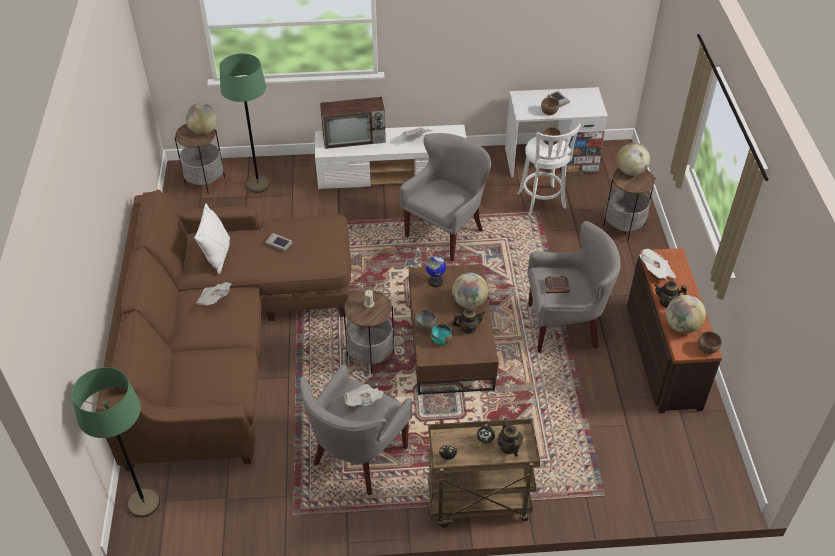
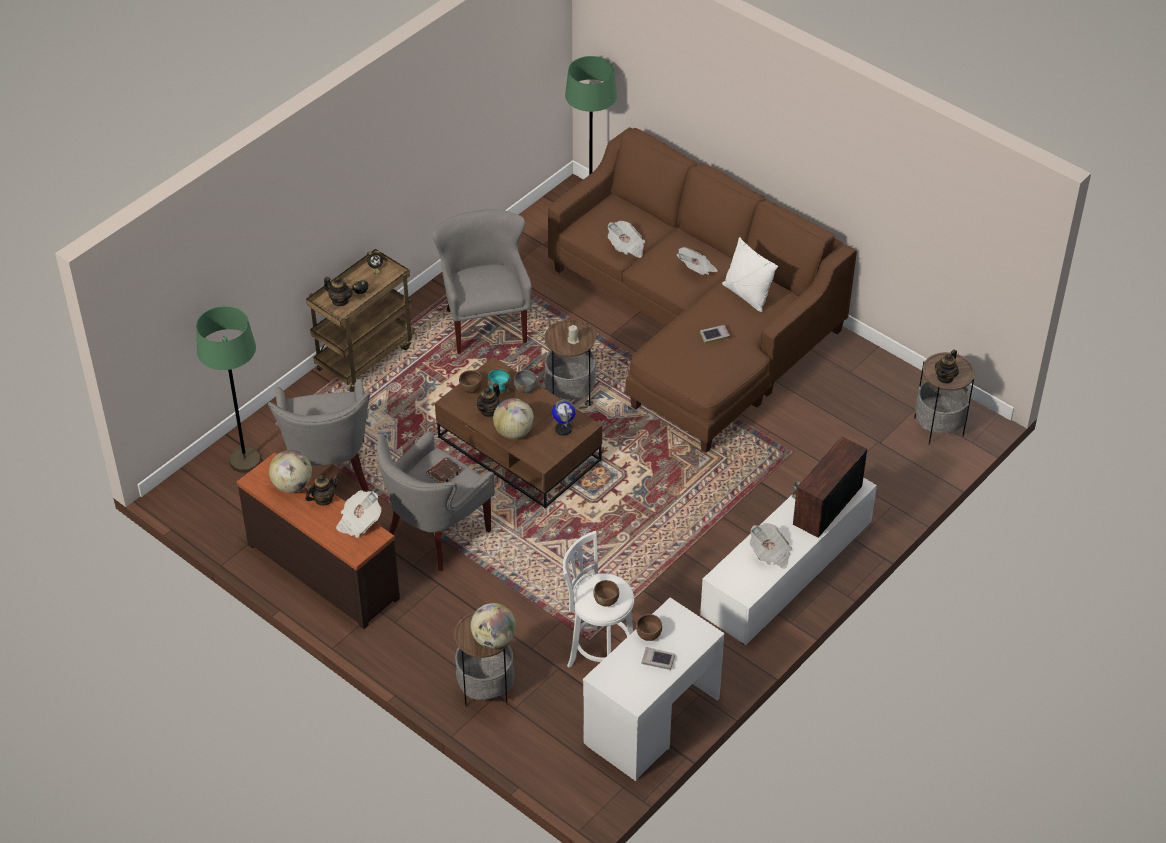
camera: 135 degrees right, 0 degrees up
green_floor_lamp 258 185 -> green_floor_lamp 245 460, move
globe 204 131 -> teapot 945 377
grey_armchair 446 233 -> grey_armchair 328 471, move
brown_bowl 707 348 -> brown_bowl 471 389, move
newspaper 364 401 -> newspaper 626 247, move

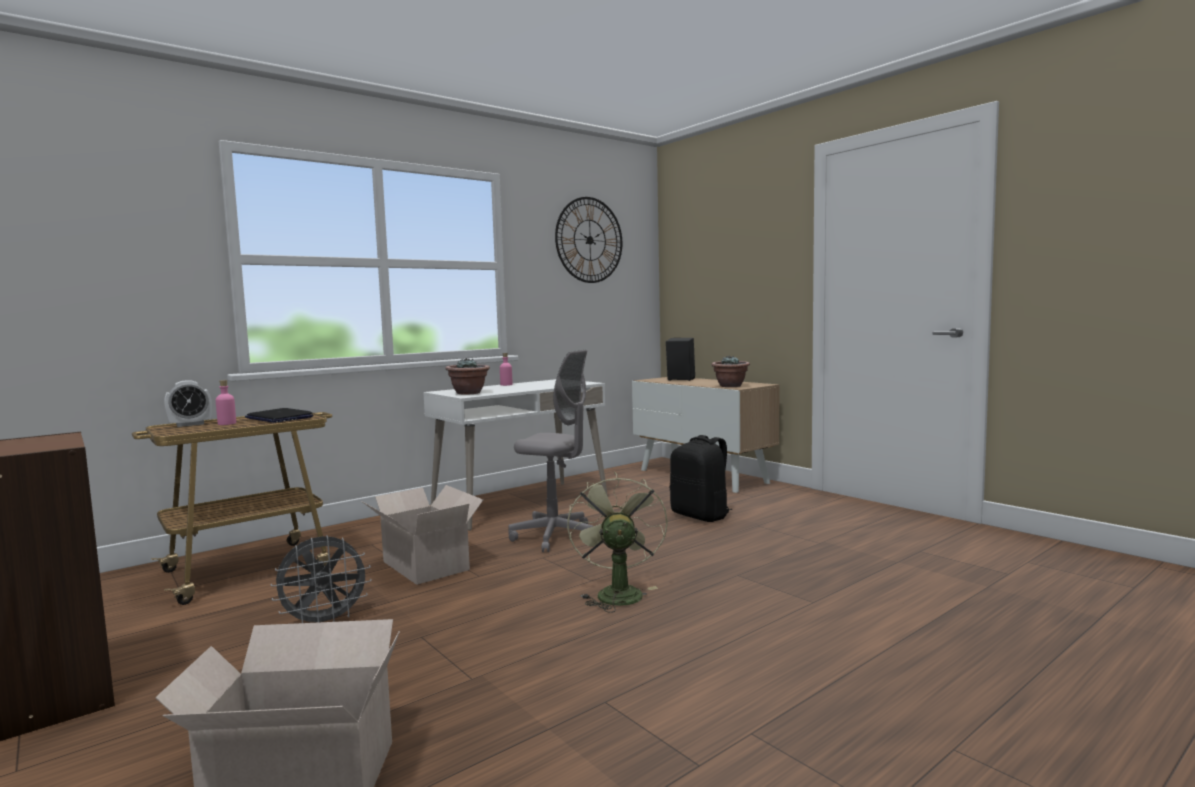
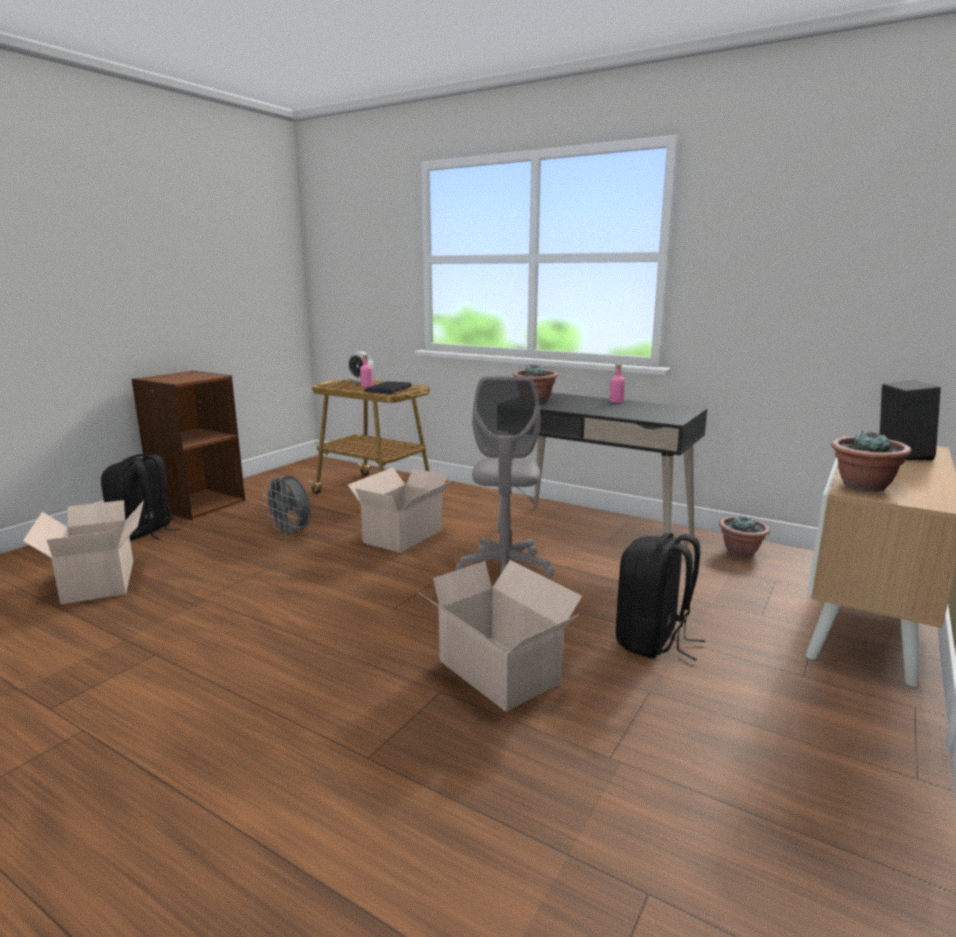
camera: 70 degrees right, 10 degrees up
wall_clock 589 240 -> none
white_desk 521 504 -> black_desk 594 534
green_fan 617 592 -> none
none -> black_backpack 144 533
none -> potted_plant 741 552
none -> cardboard_box 500 674

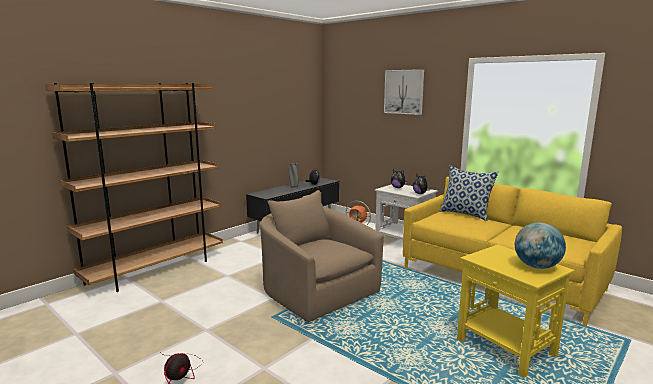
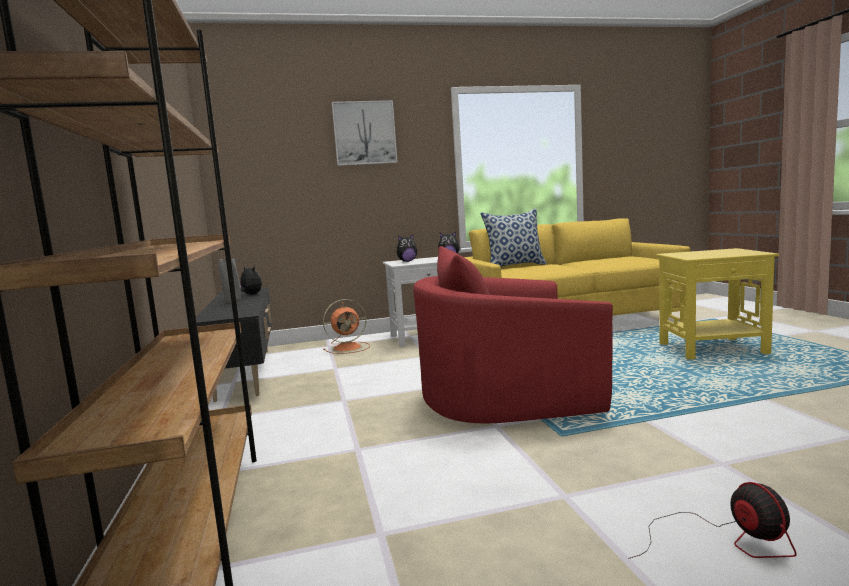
camera: 55 degrees left, 5 degrees down
beige_armchair 316 291 -> red_armchair 508 397
globe 536 266 -> none

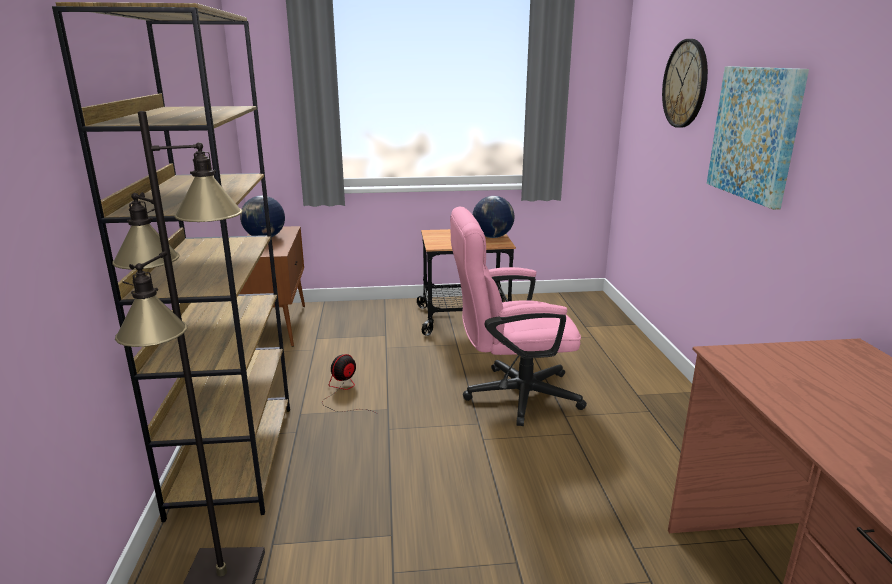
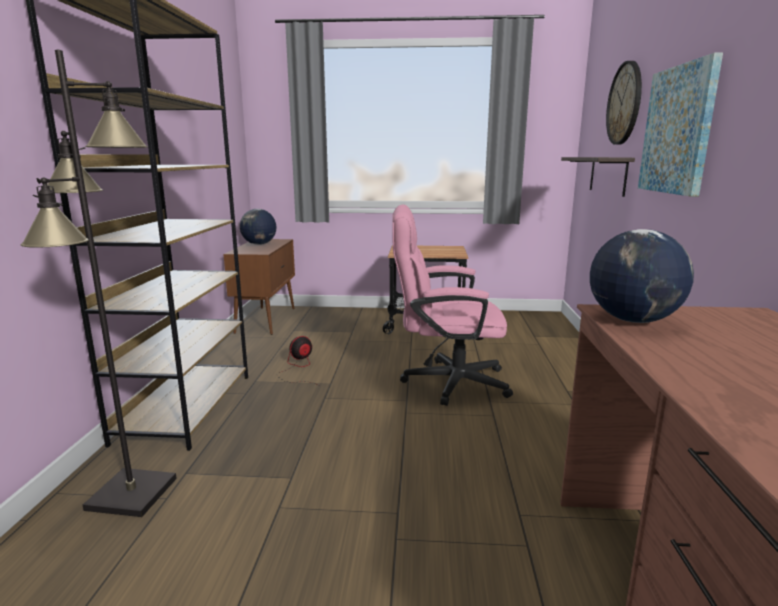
camera: 10 degrees right, 5 degrees down
globe 492 237 -> globe 632 320, move
none -> shelf 608 175

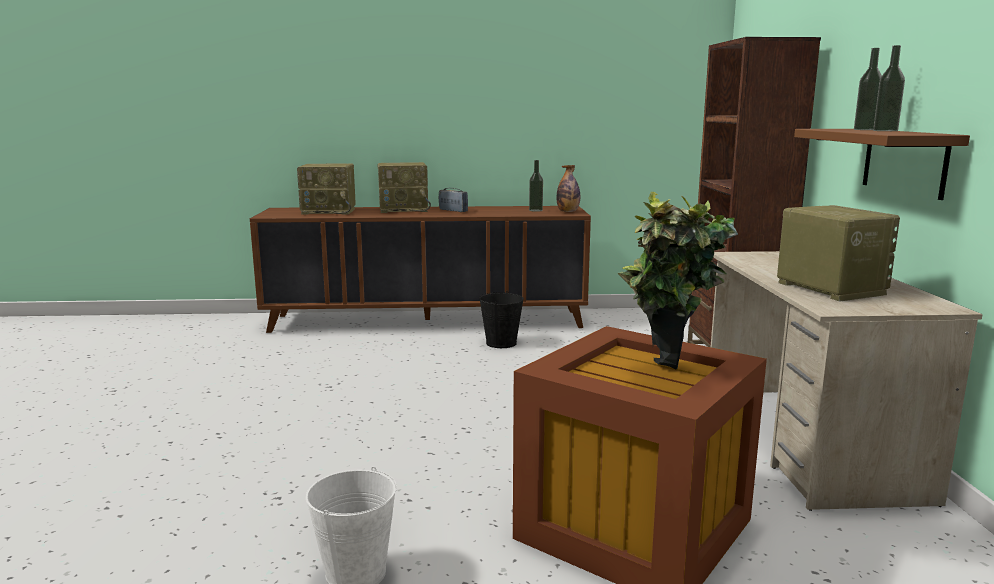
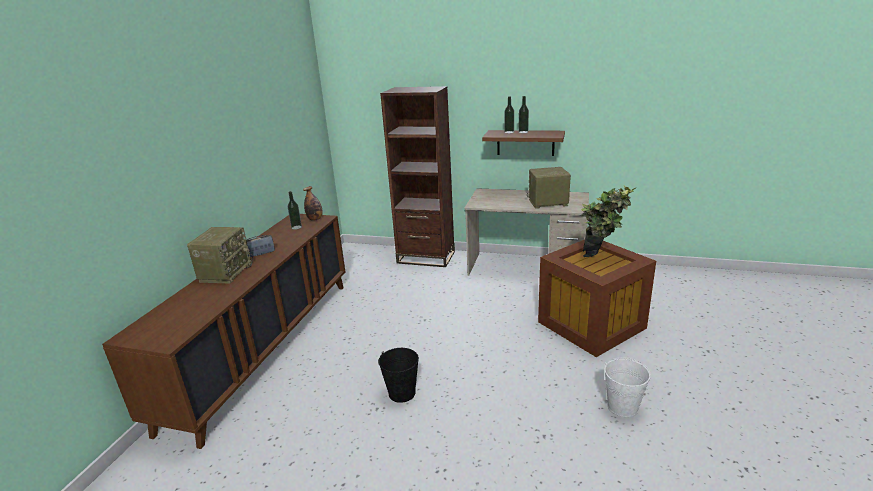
camera: 70 degrees left, 10 degrees up
radio 330 211 -> none
black_bucket 501 343 -> black_bucket 402 393, move

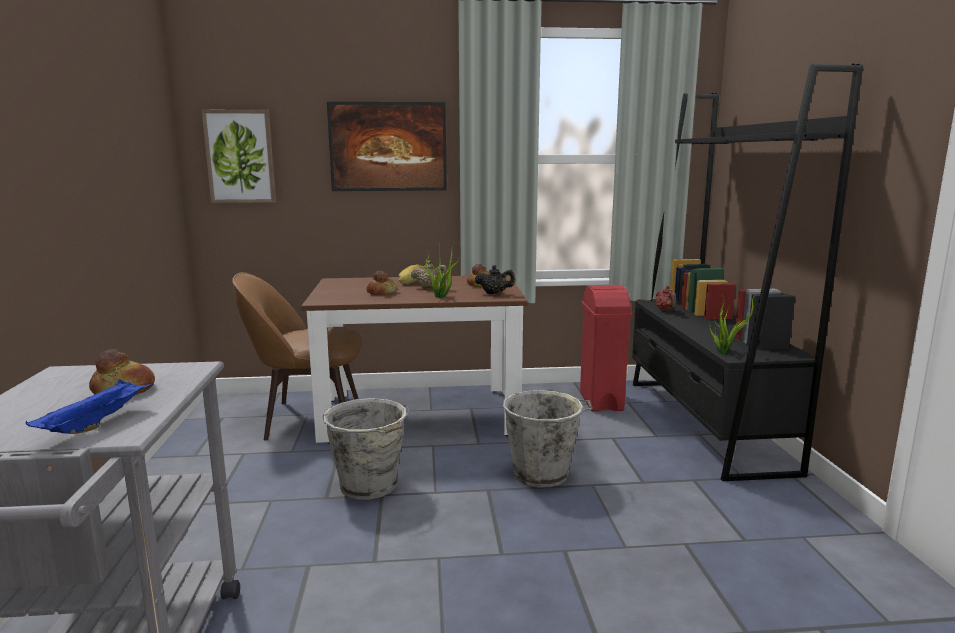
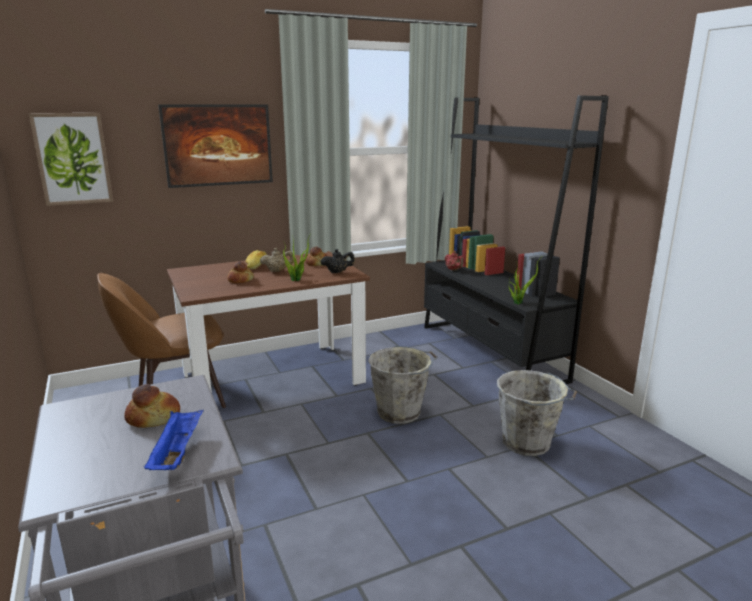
camera: 20 degrees left, 5 degrees up
red_trash_can 601 402 -> none
grey_bucket 370 486 -> grey_bucket 528 443, move

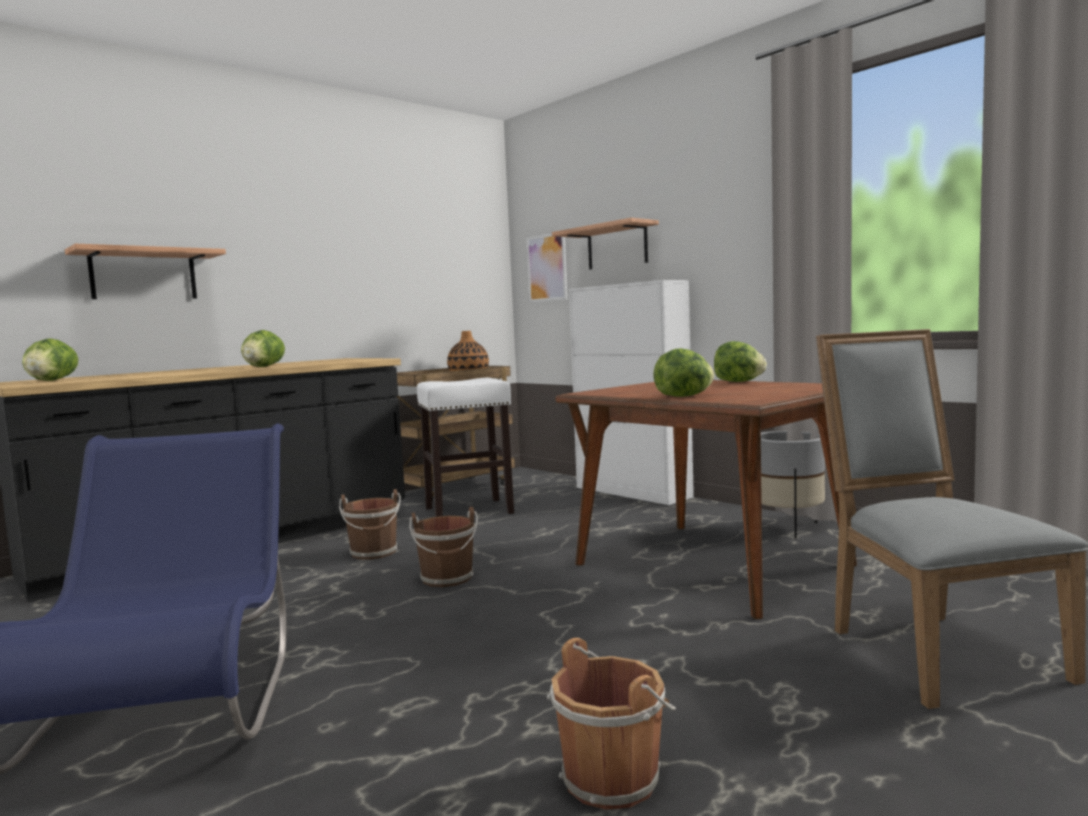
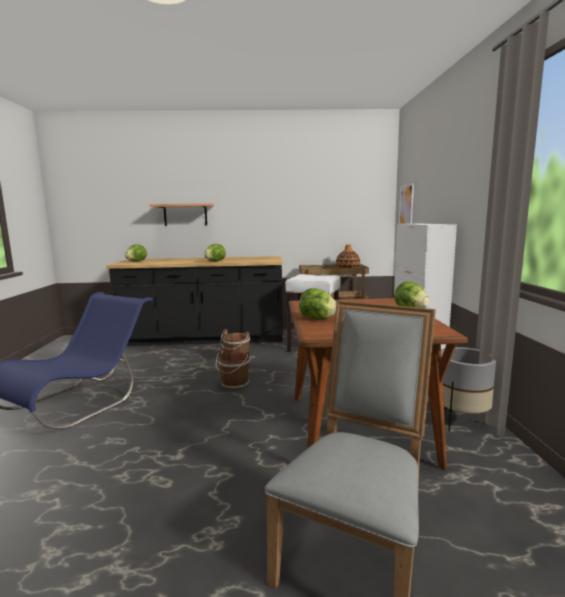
camera: 40 degrees right, 5 degrees up
shelf 617 246 -> none
brown_bucket 614 777 -> none

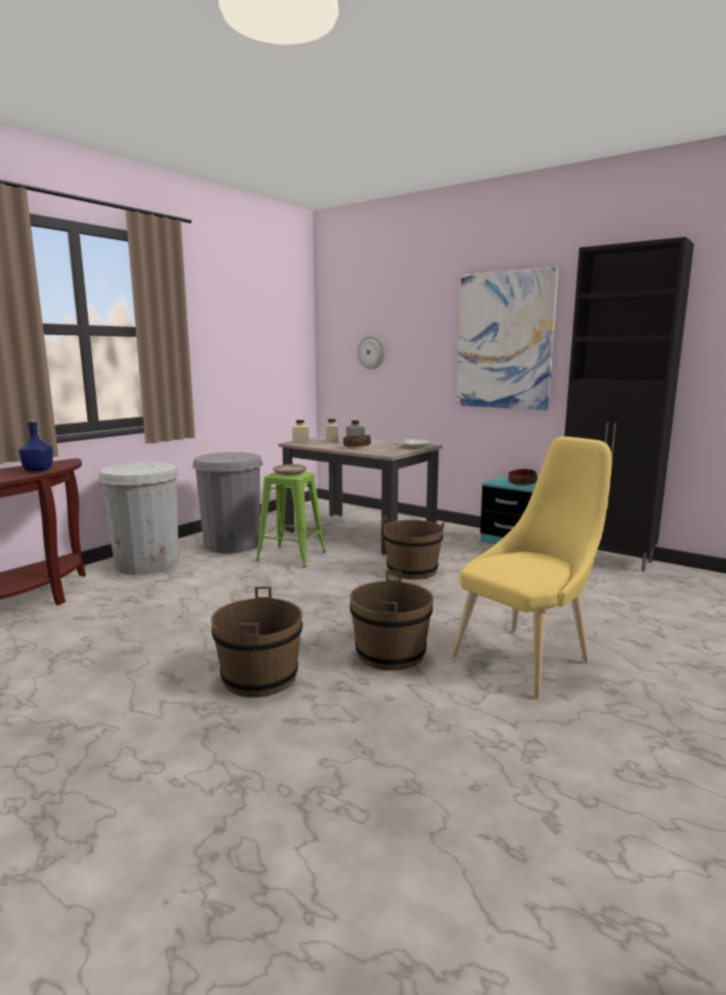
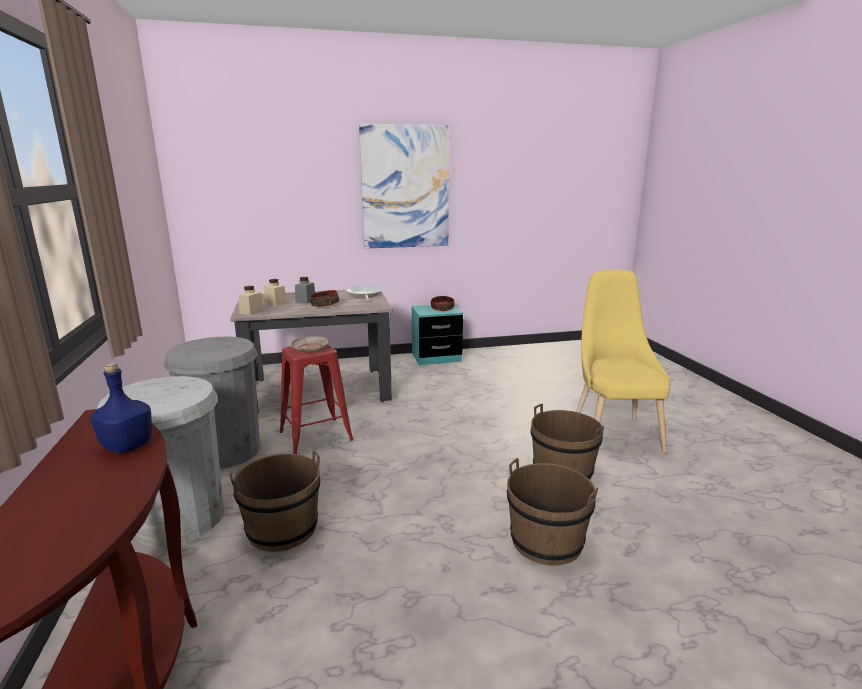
camera: 50 degrees left, 5 degrees up
black_cabinet 605 558 -> none
wall_clock 371 352 -> none
green_stool 292 556 -> red_stool 316 436
brown_bucket 412 570 -> brown_bucket 282 529, move

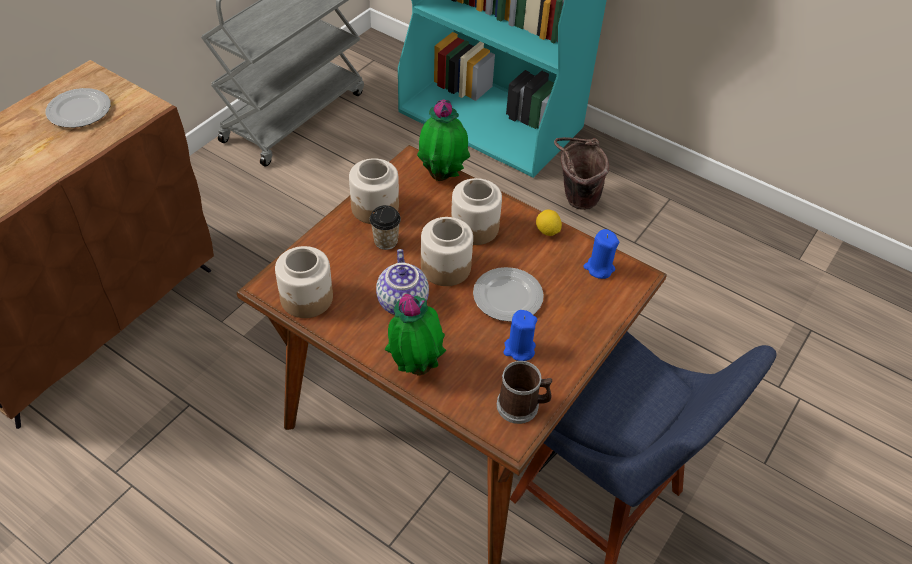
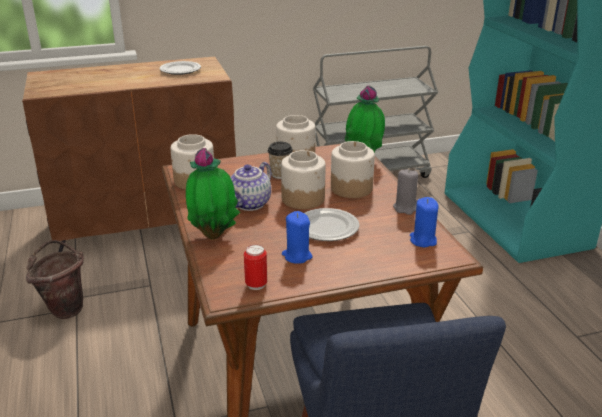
camera: 40 degrees right, 20 degrees down
brown_bucket 575 199 -> brown_bucket 65 308, move
lemon 547 231 -> grey_candle 405 208
mug 522 406 -> can 256 285

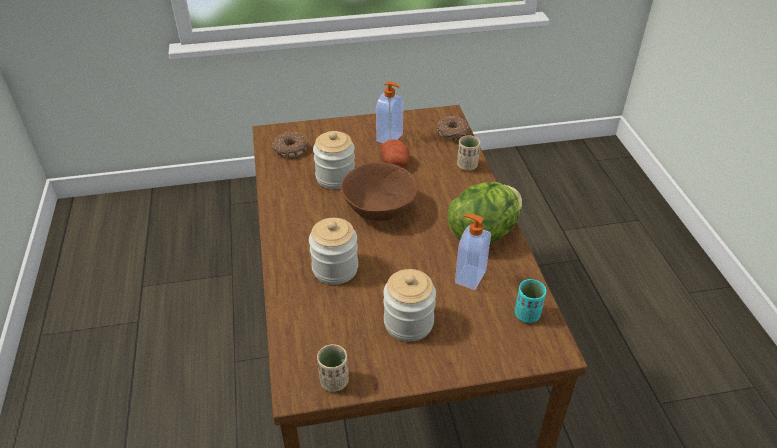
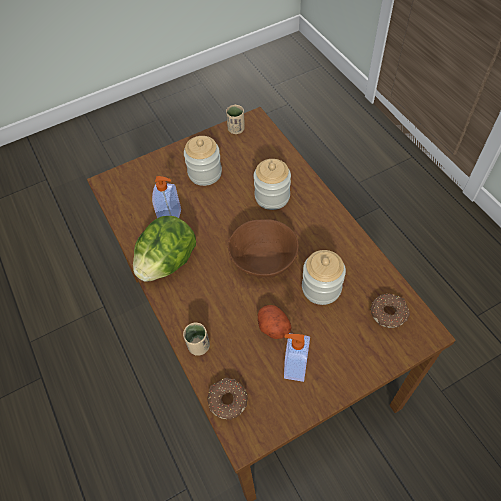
camera: 165 degrees right, 15 degrees up
turquoise_cup 527 314 -> none

